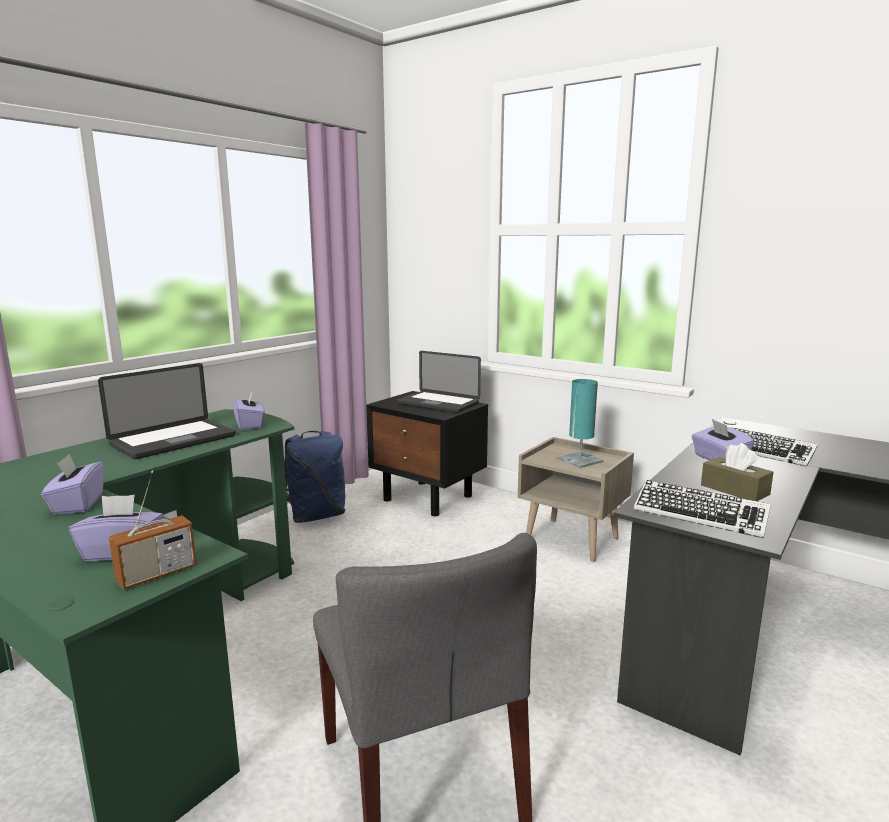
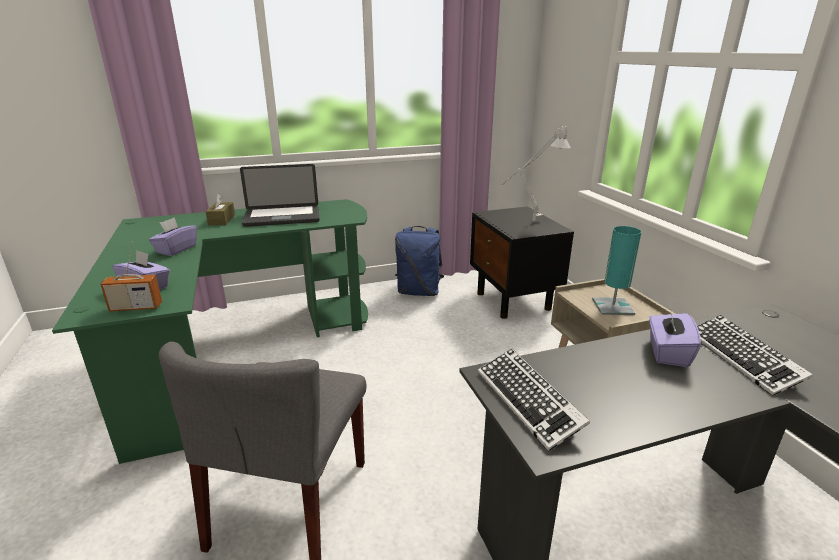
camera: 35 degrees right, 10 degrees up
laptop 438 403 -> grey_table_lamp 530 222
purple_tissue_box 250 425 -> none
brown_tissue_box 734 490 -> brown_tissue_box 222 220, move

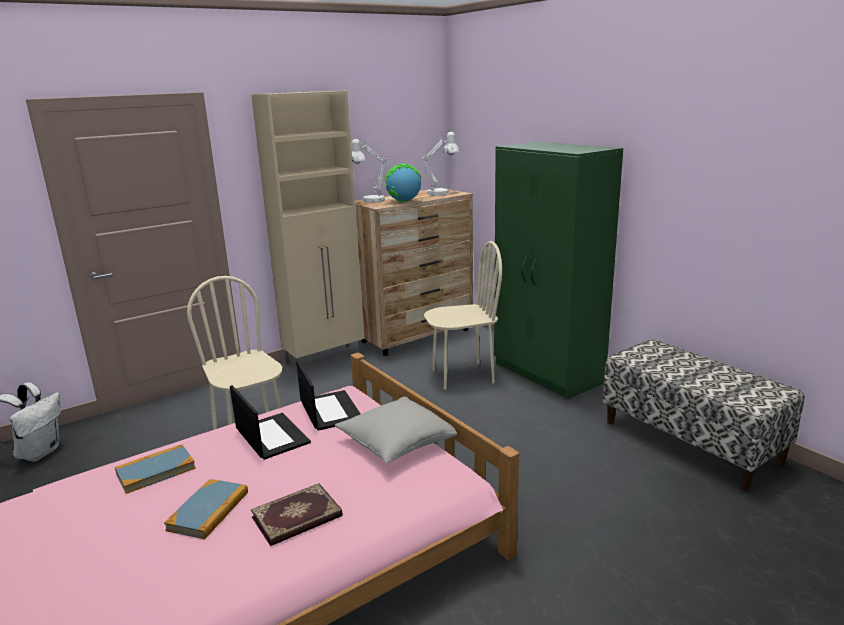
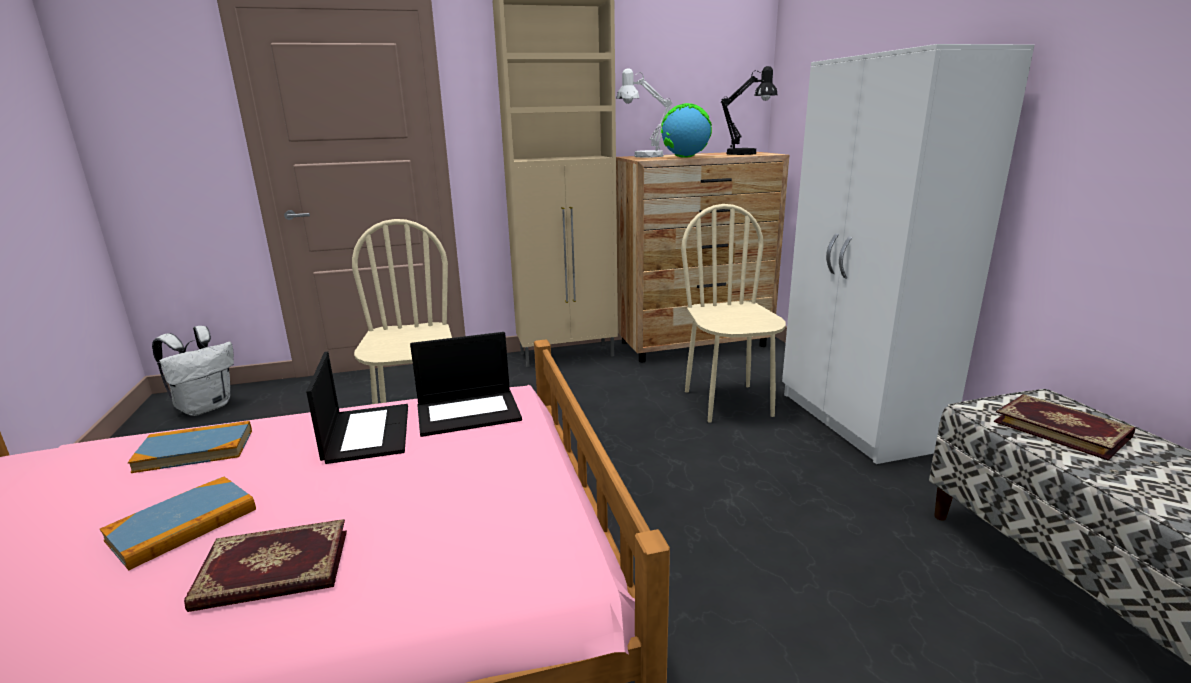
camera: 20 degrees right, 0 degrees up
white_table_lamp 442 193 -> black_table_lamp 747 153
green_wardrobe 548 374 -> white_wardrobe 858 421
beige_chair 462 376 -> beige_chair 728 403, 105 degrees counterclockwise
laptop 329 410 -> laptop 469 412, 75 degrees clockwise
grey_pillow 397 442 -> none
none -> book 1061 428

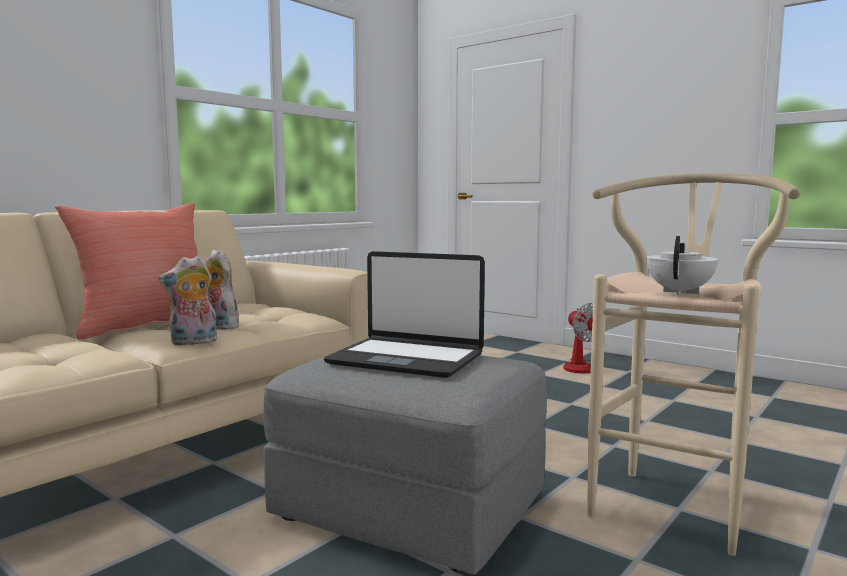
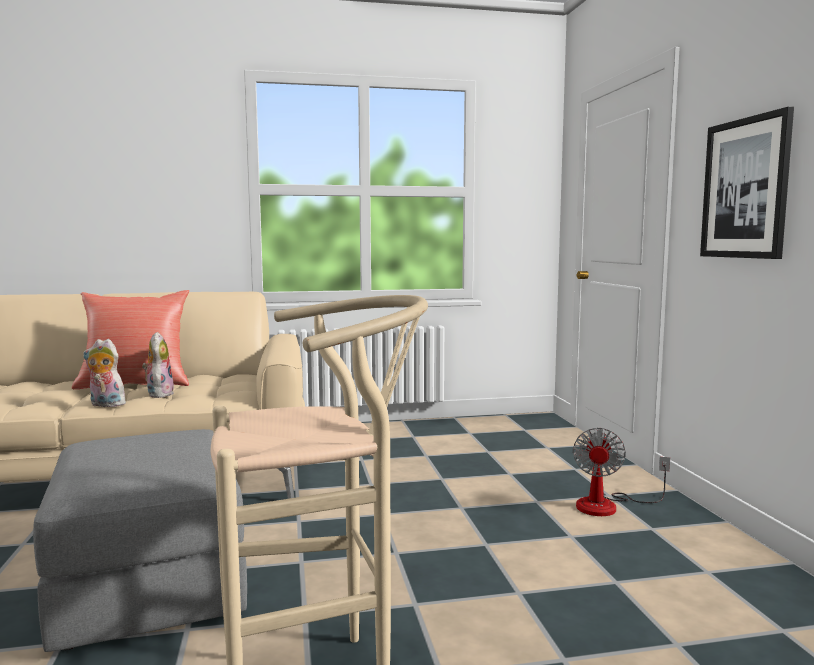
camera: 40 degrees right, 0 degrees up
white_teapot 680 292 -> none
laptop 407 359 -> none
none -> picture 745 188

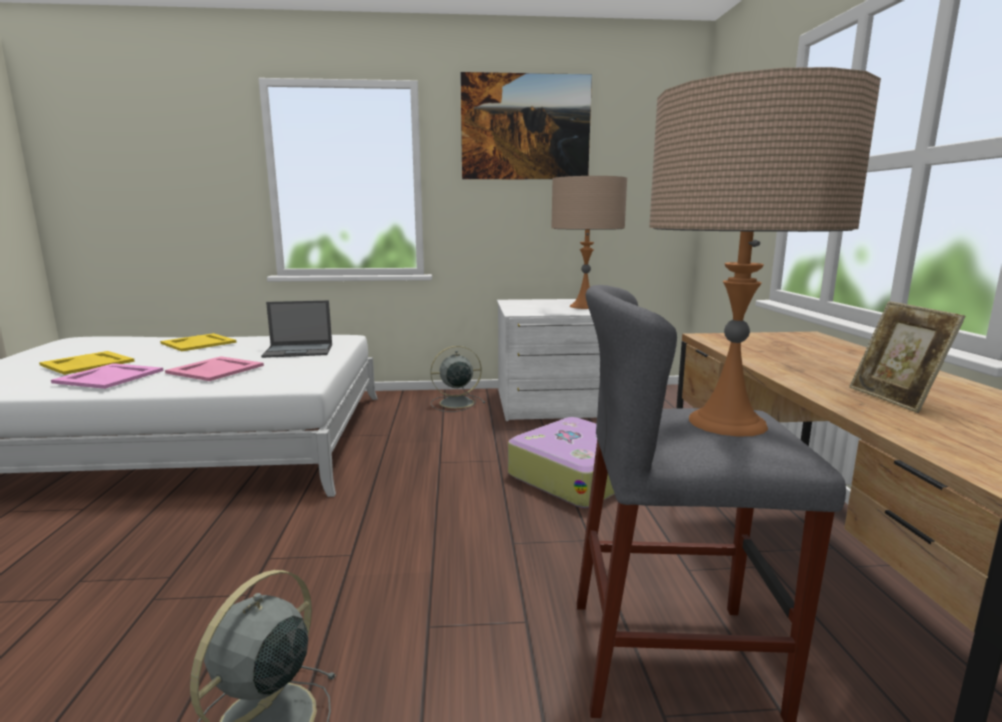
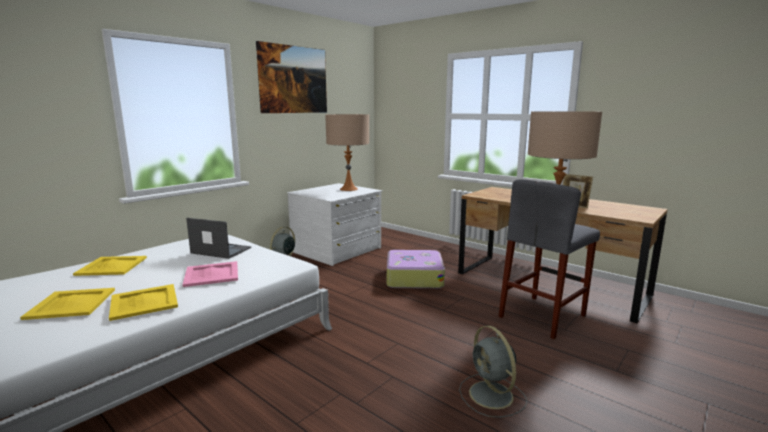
camera: 45 degrees left, 0 degrees up
laptop 299 351 -> laptop 220 250, 105 degrees counterclockwise
pink_tray 109 376 -> yellow_tray 143 302

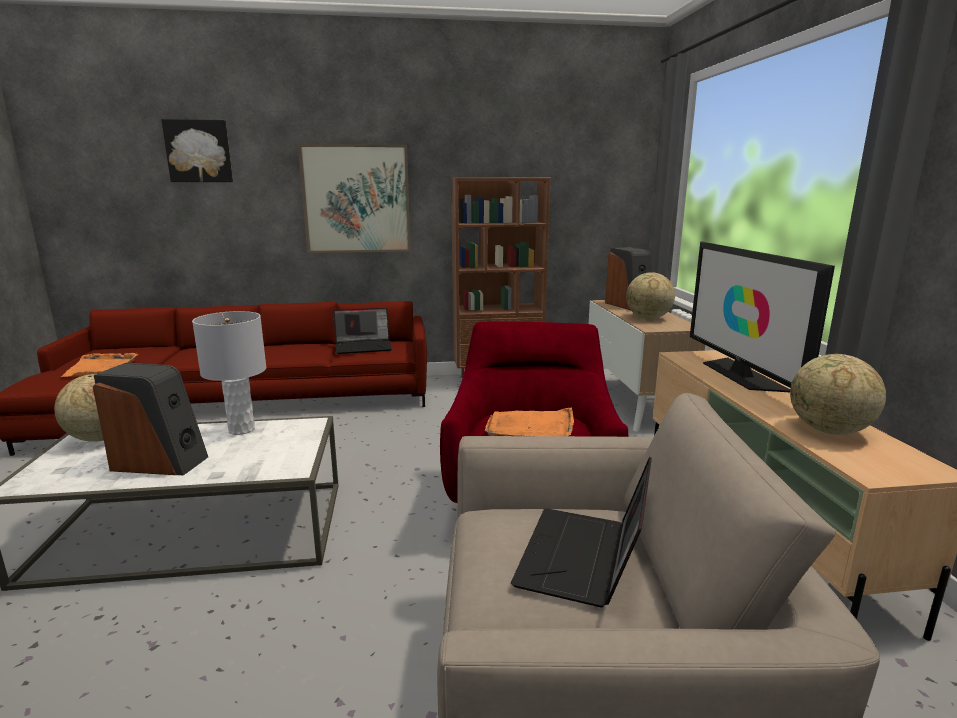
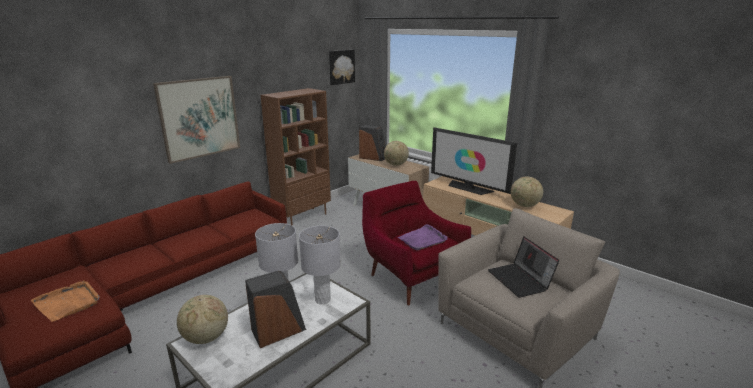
camera: 40 degrees left, 5 degrees up
picture 199 151 -> picture 341 67, move
laptop 364 347 -> none
orange_tray 531 428 -> purple_tray 423 239
none -> grey_table_lamp 322 299

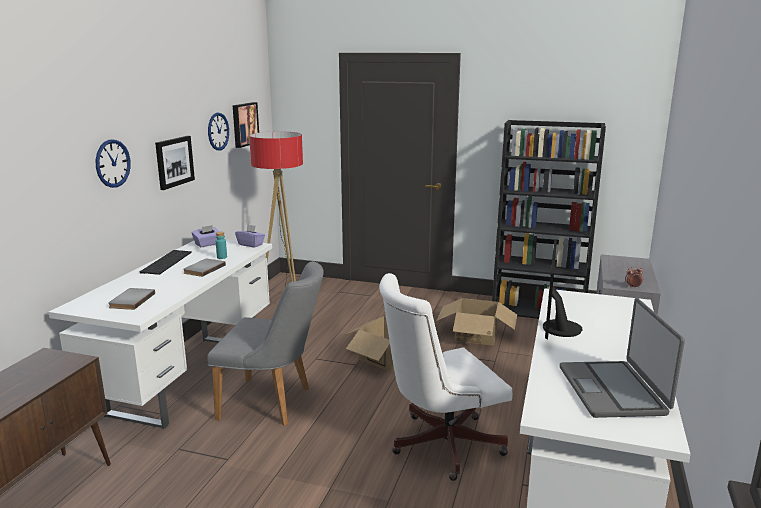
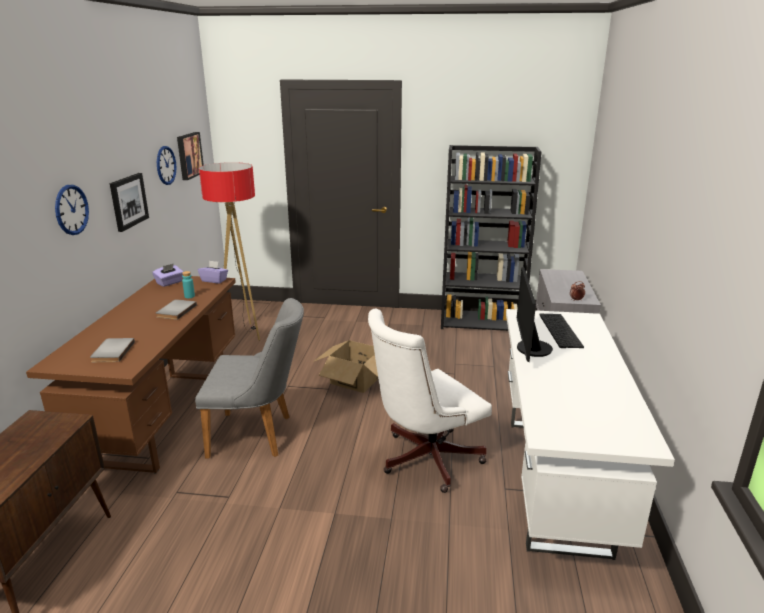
camera: 10 degrees left, 5 degrees up
white_desk 187 377 -> brown_desk 165 417
keyboard 166 262 -> keyboard 558 330, move
cardboard_box 476 335 -> none
laptop 613 390 -> none

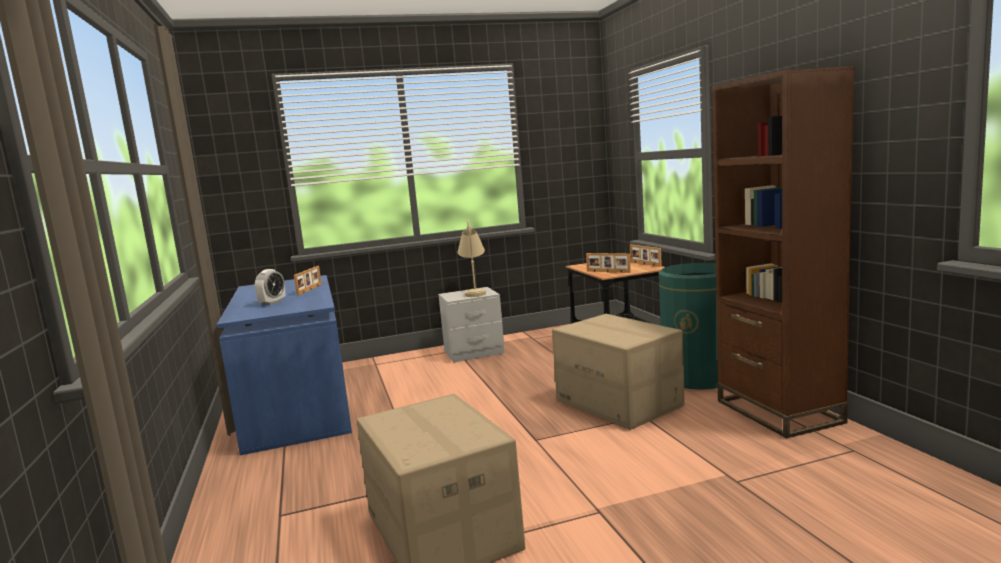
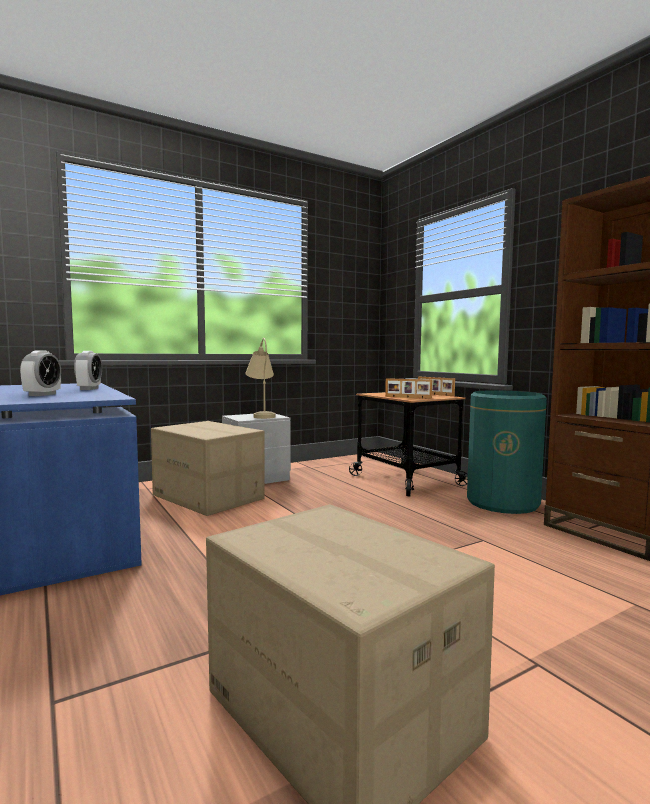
camera: 15 degrees left, 5 degrees down
picture_frame 310 289 -> alarm_clock 89 389
cardboard_box 619 403 -> cardboard_box 209 497, move

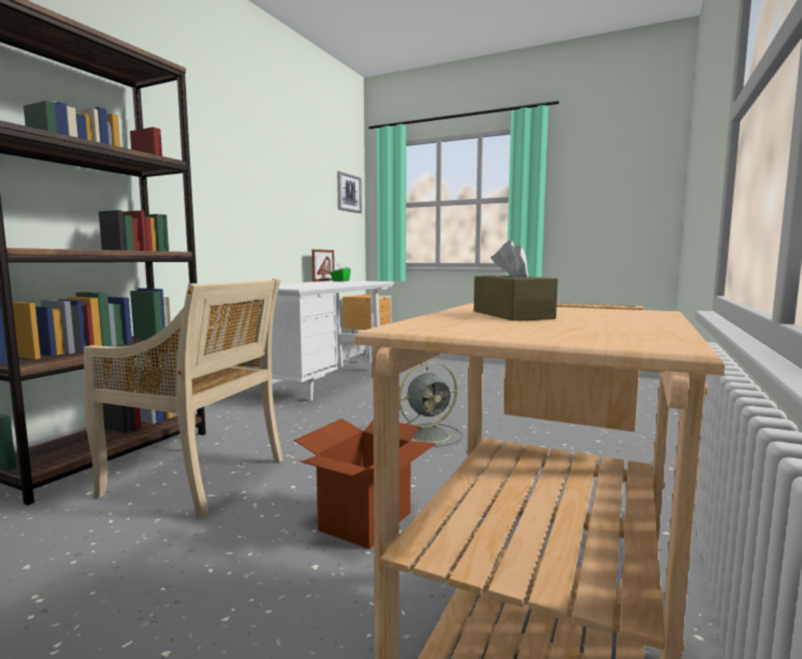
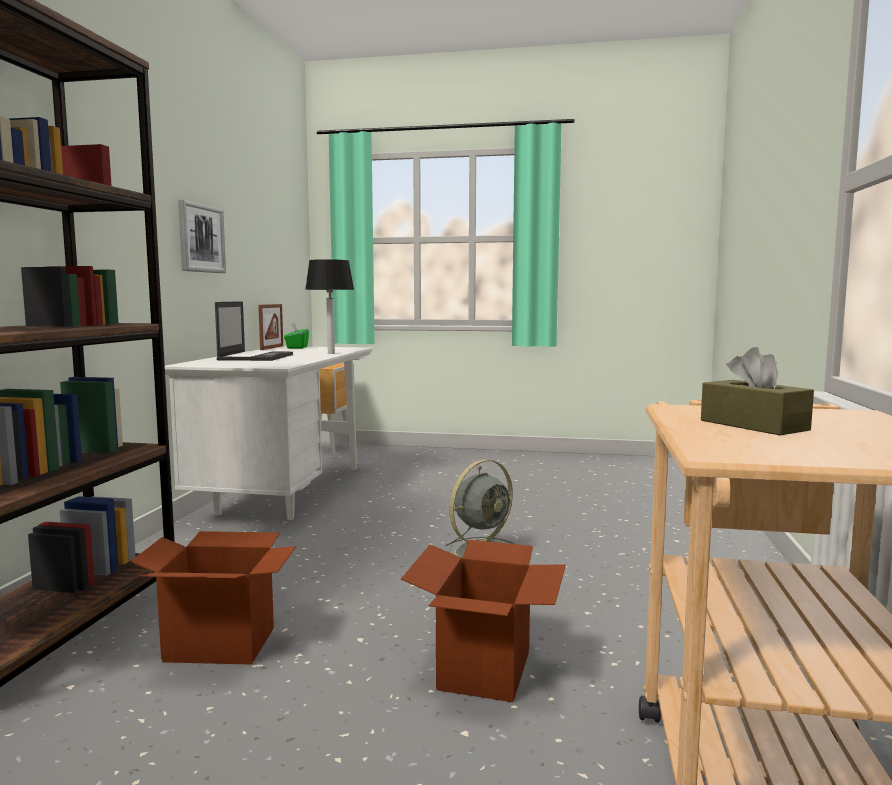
camera: 15 degrees left, 0 degrees up
picture 348 193 -> picture 201 238, move
beige_chair 199 478 -> cardboard_box 221 645
none -> table_lamp 330 353
none -> laptop 256 357

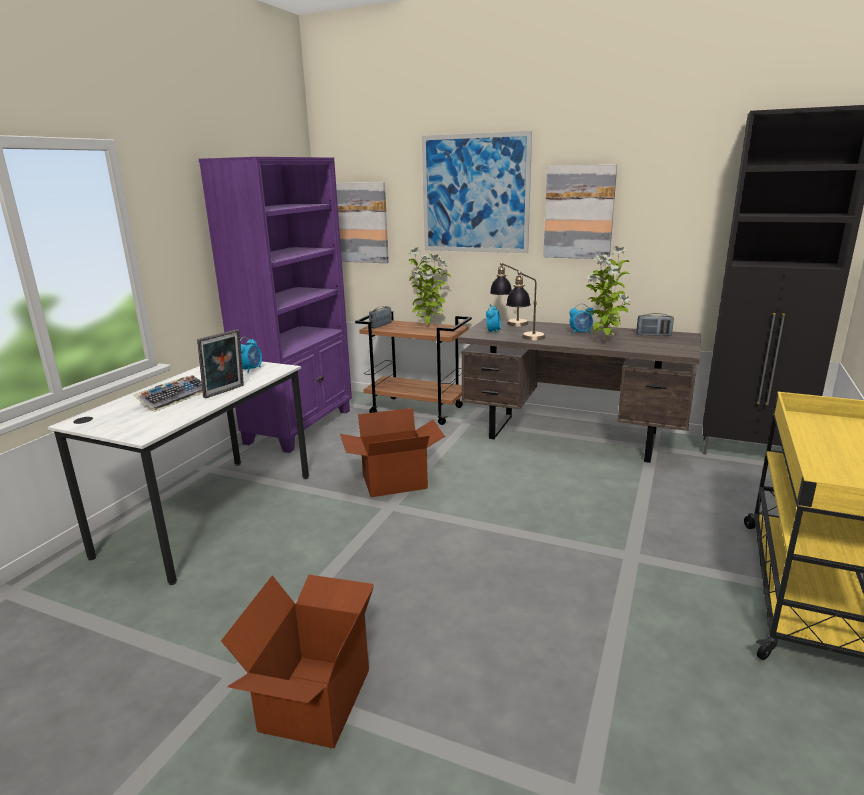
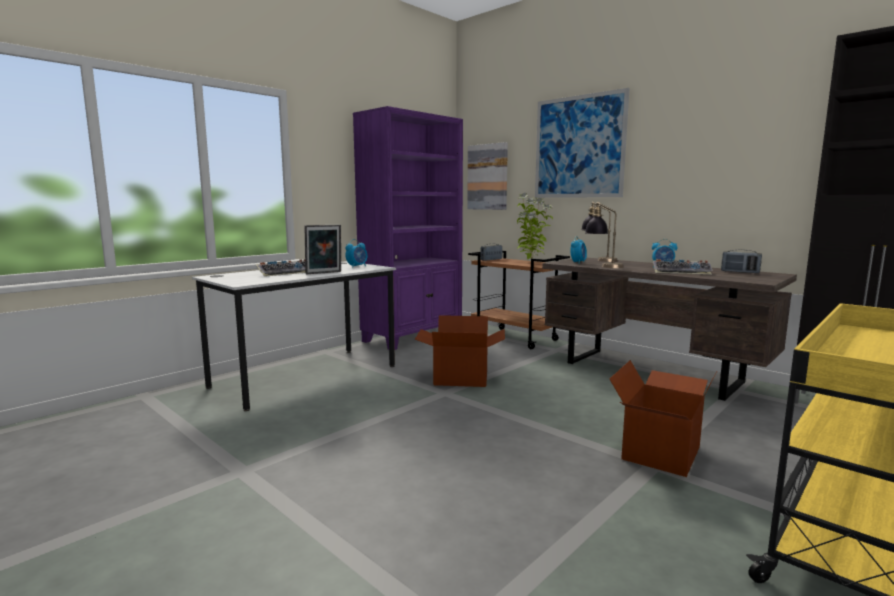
camera: 20 degrees right, 10 degrees down
picture 579 212 -> none
potted_plant 605 341 -> keyboard 681 272
cardboard_box 314 699 -> cardboard_box 659 452, move

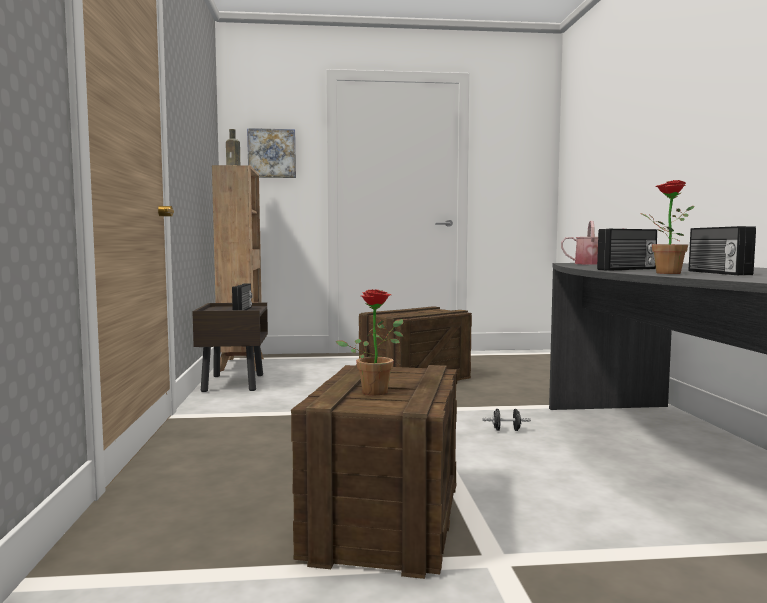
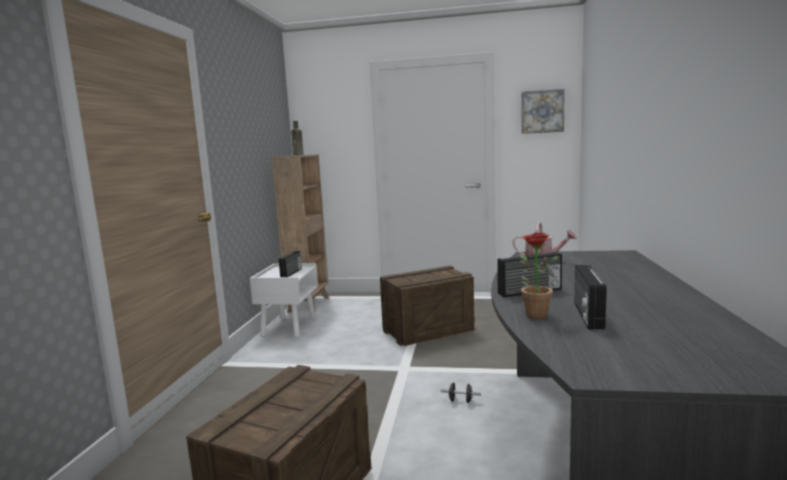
camera: 15 degrees right, 5 degrees up
picture 272 153 -> picture 542 111, move
potted_plant 377 390 -> none
brown_nightstand 233 383 -> white_nightstand 289 327

